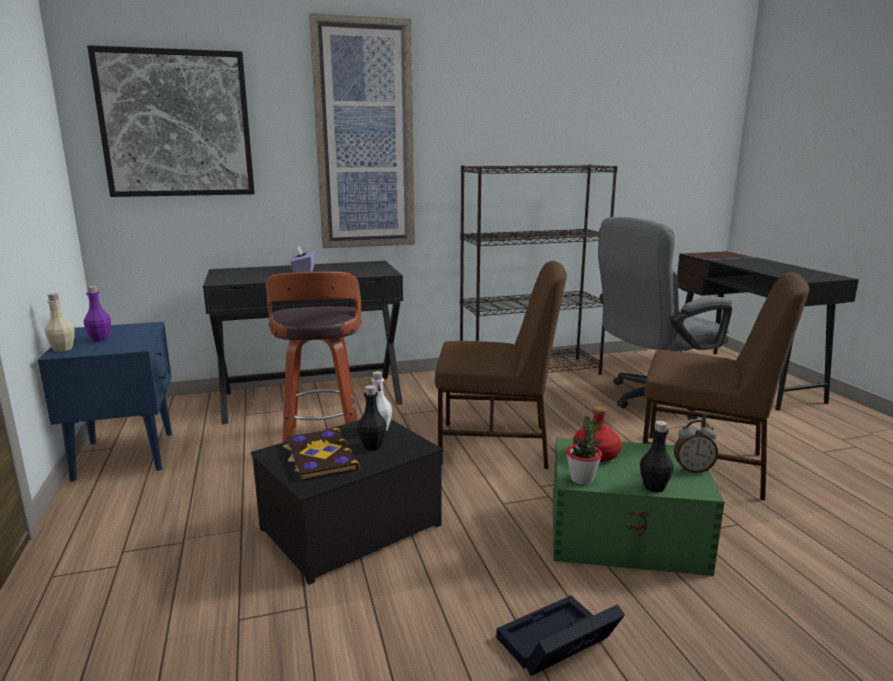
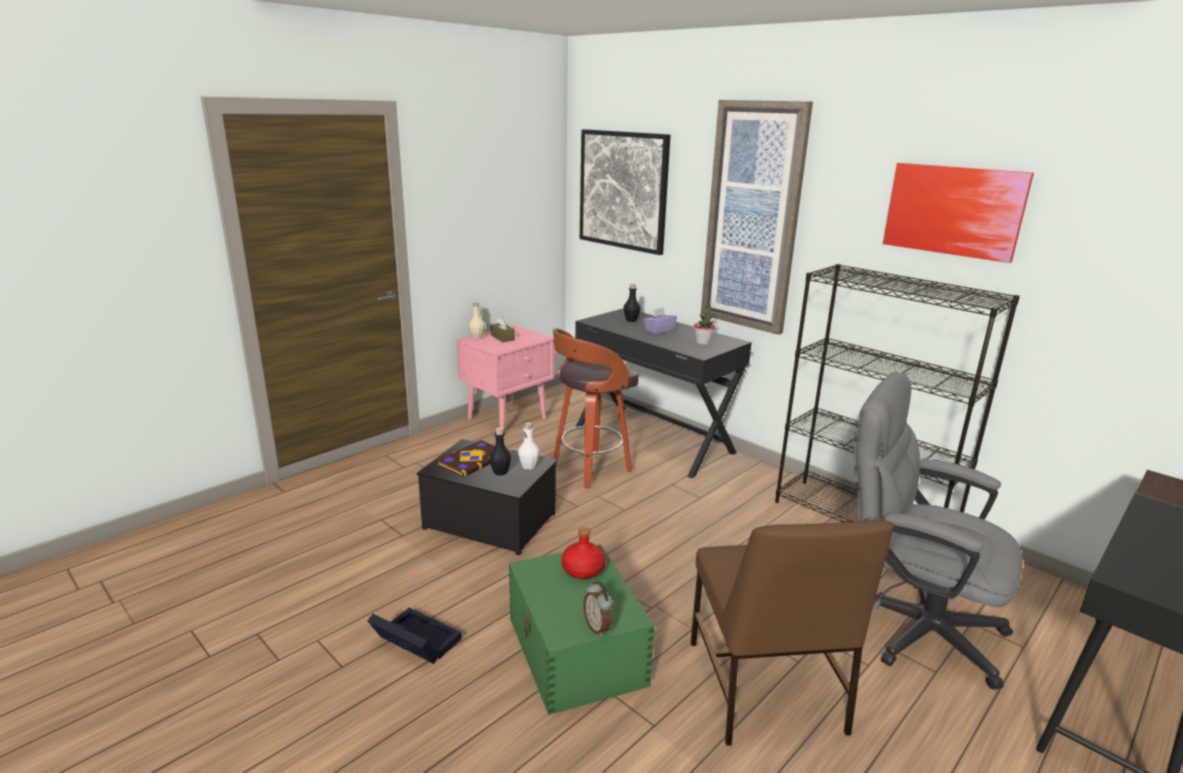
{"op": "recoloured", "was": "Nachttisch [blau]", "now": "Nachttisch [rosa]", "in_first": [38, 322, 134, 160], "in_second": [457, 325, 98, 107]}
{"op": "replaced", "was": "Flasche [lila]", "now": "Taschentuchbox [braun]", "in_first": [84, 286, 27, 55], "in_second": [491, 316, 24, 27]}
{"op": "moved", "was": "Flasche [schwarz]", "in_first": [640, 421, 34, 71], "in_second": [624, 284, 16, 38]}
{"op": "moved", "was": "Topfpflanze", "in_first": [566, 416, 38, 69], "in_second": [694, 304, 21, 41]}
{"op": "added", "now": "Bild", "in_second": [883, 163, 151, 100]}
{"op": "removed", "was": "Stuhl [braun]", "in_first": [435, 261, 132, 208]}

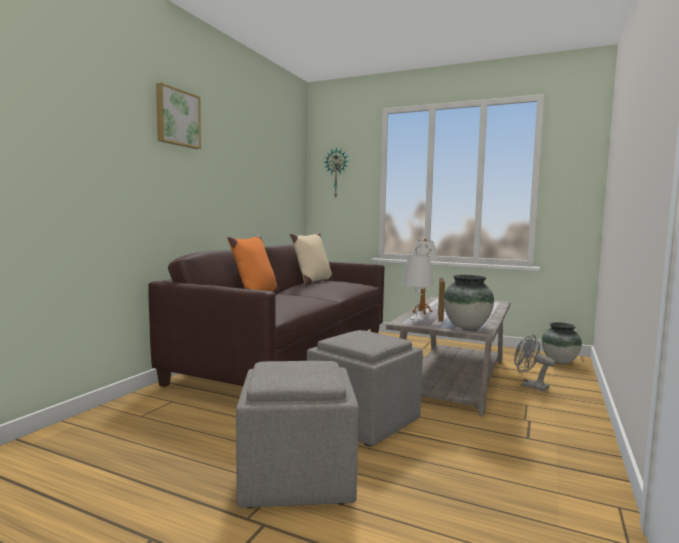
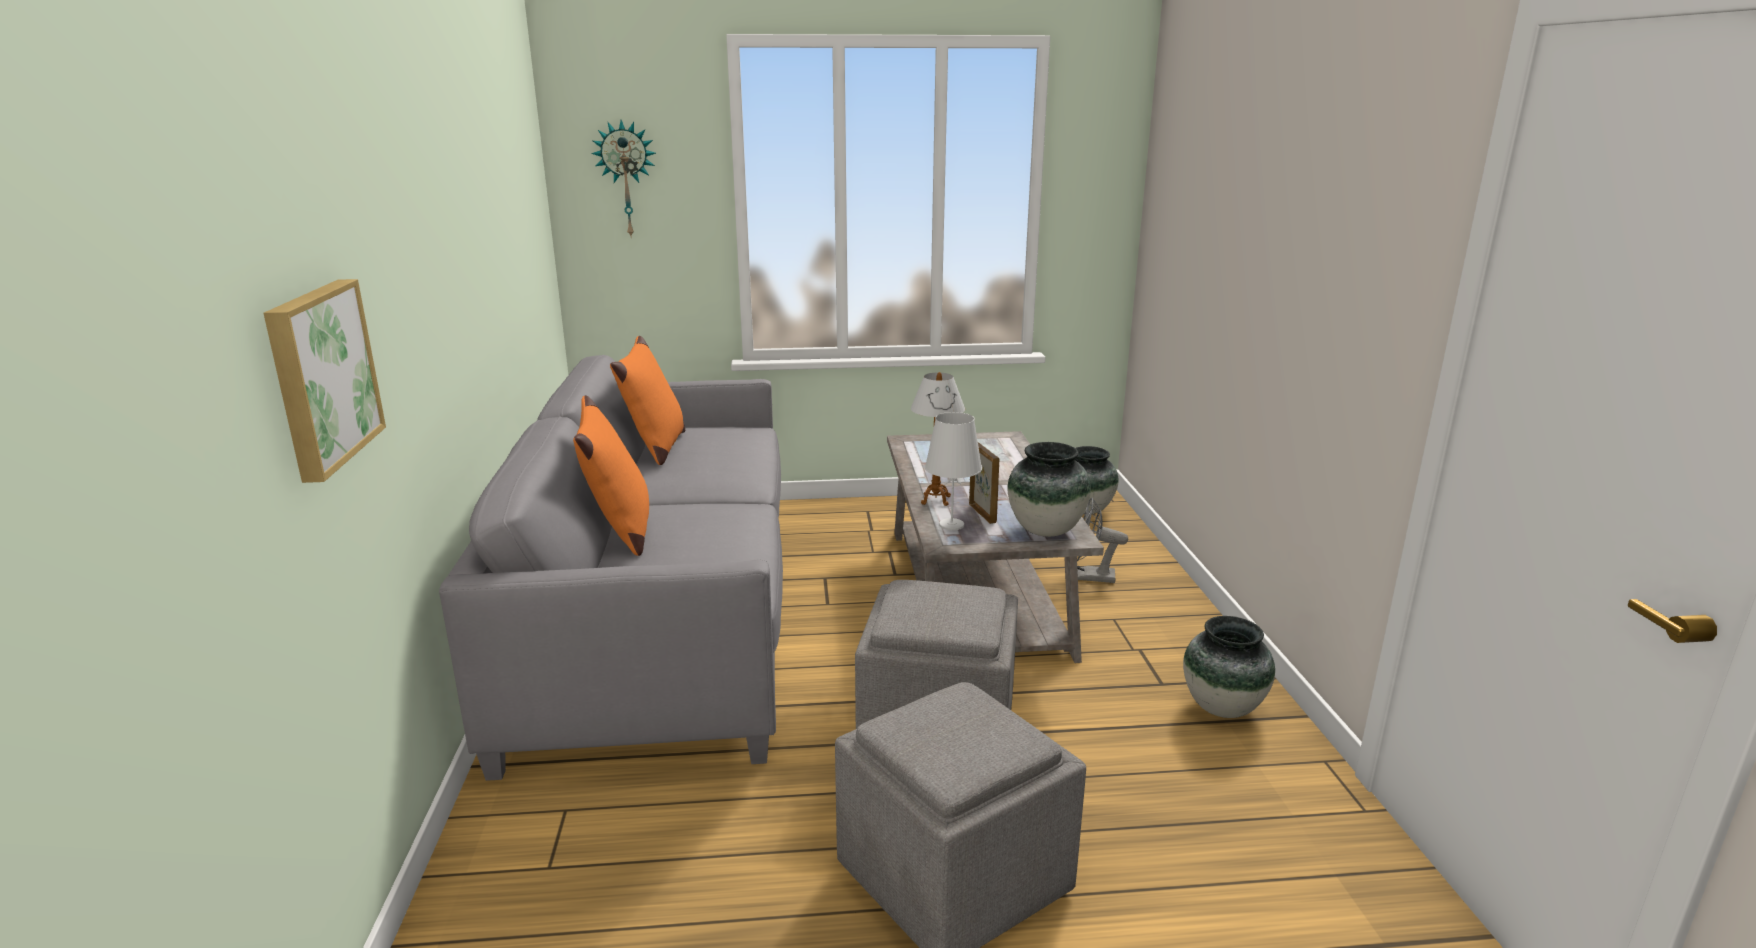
{"op": "moved", "was": "Bild", "in_first": [156, 83, 45, 66], "in_second": [263, 279, 123, 204]}
{"op": "recoloured", "was": "Sofa [braun]", "now": "Sofa [grau]", "in_first": [148, 244, 236, 143], "in_second": [439, 355, 344, 426]}
{"op": "recoloured", "was": "Kissen [beige]", "now": "Kissen [orange]", "in_first": [290, 232, 43, 53], "in_second": [610, 336, 75, 129]}
{"op": "added", "now": "Vase", "in_second": [1183, 616, 92, 102]}

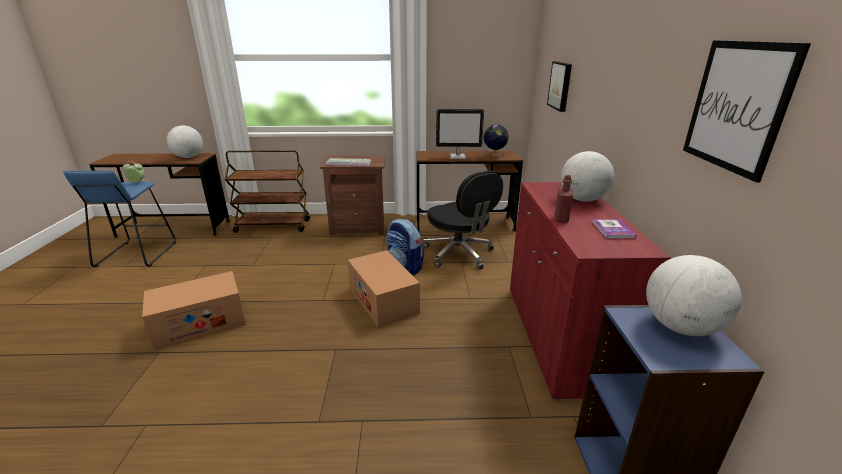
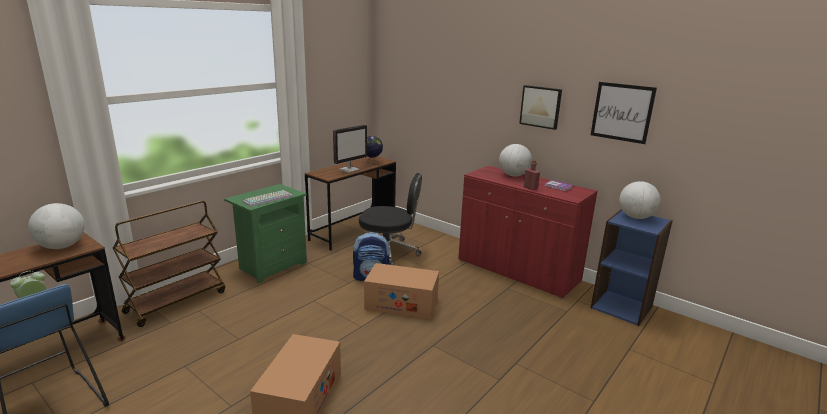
{"op": "recoloured", "was": "Nachttisch [braun]", "now": "Nachttisch [grün]", "in_first": [320, 155, 66, 80], "in_second": [224, 184, 83, 99]}
{"op": "moved", "was": "Bild", "in_first": [547, 61, 25, 51], "in_second": [519, 85, 43, 45]}

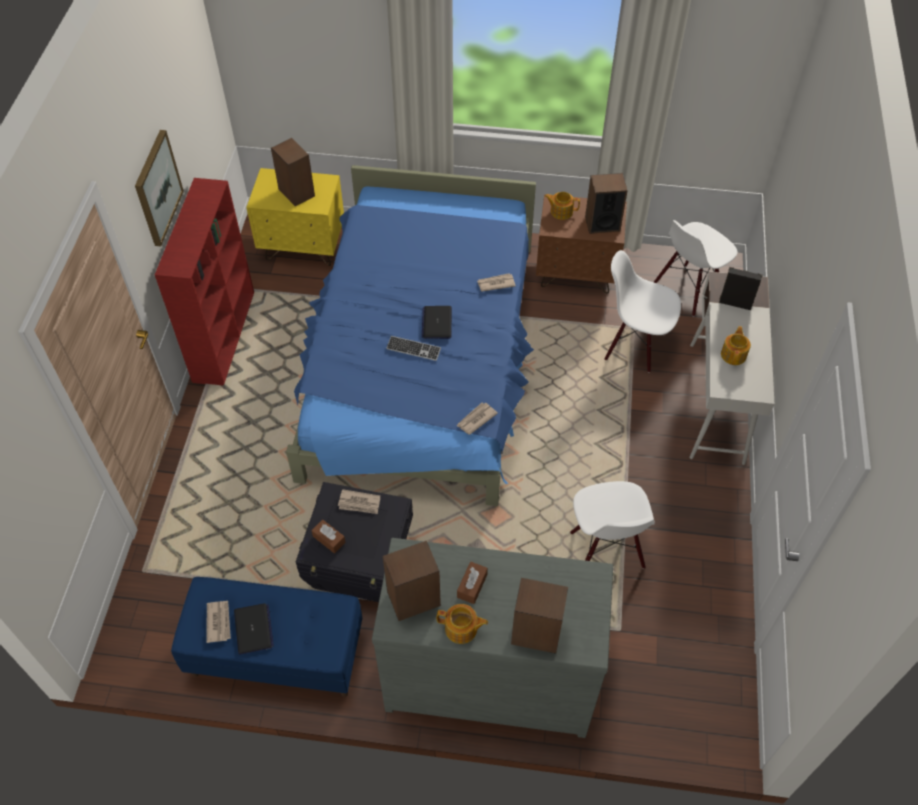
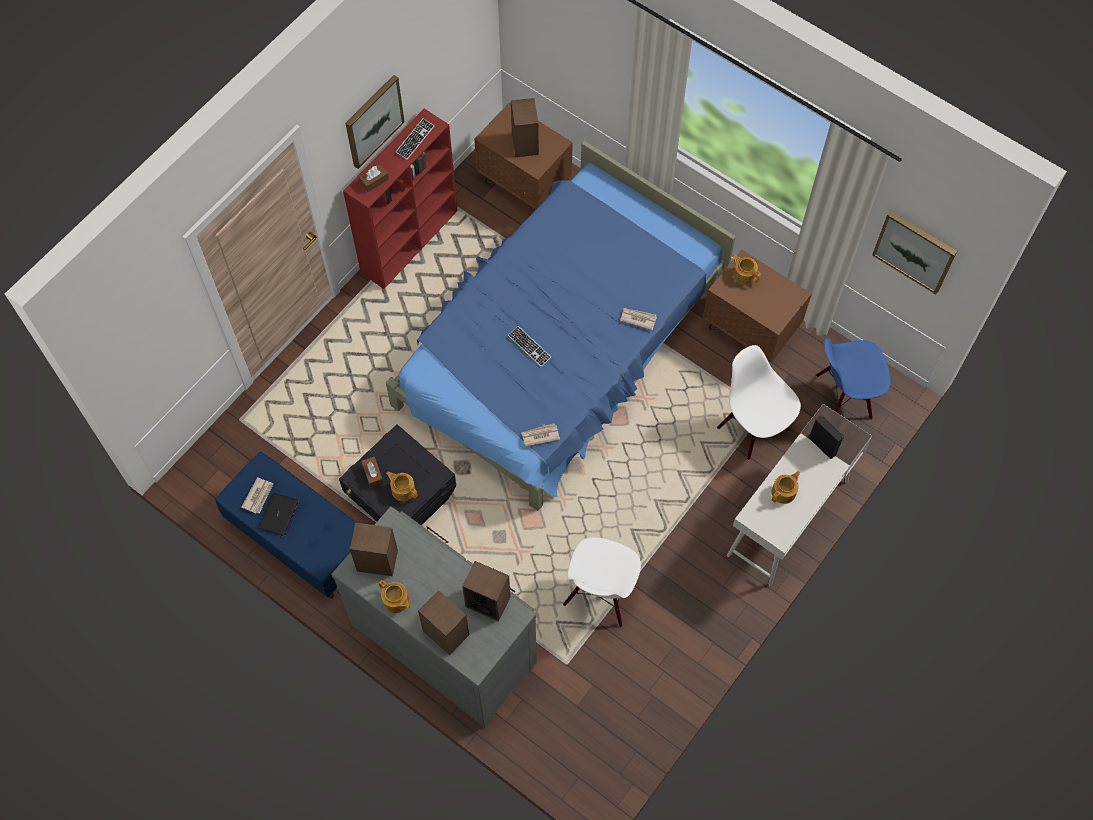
{"op": "moved", "was": "Taschentuchbox [braun]", "in_first": [457, 562, 31, 42], "in_second": [359, 164, 30, 28]}
{"op": "added", "now": "Teekanne", "in_second": [386, 471, 32, 30]}
{"op": "added", "now": "Tastatur", "in_second": [395, 118, 40, 42]}
{"op": "moved", "was": "Lautsprecher", "in_first": [585, 173, 43, 61], "in_second": [462, 561, 49, 60]}
{"op": "recoloured", "was": "Nachttisch [gelb]", "now": "Nachttisch [braun]", "in_first": [246, 168, 98, 98], "in_second": [474, 102, 99, 109]}
{"op": "recoloured", "was": "Stuhl [weiß]", "now": "Stuhl [blau]", "in_first": [654, 220, 83, 97], "in_second": [816, 338, 75, 81]}
{"op": "added", "now": "Bild", "in_second": [872, 211, 85, 83]}
{"op": "removed", "was": "Zeitung", "in_first": [338, 489, 42, 25]}
{"op": "removed", "was": "Laptop", "in_first": [422, 306, 30, 33]}

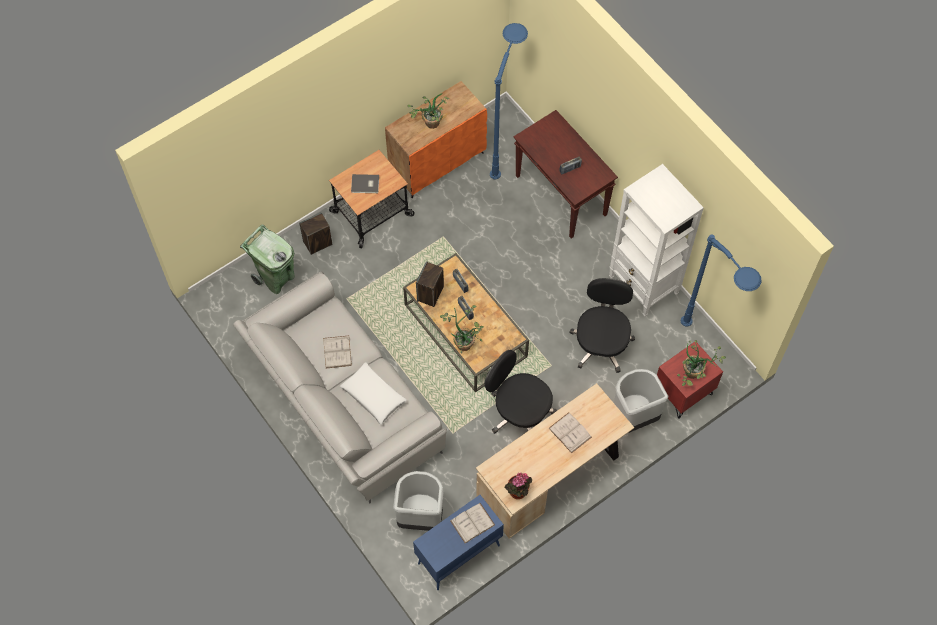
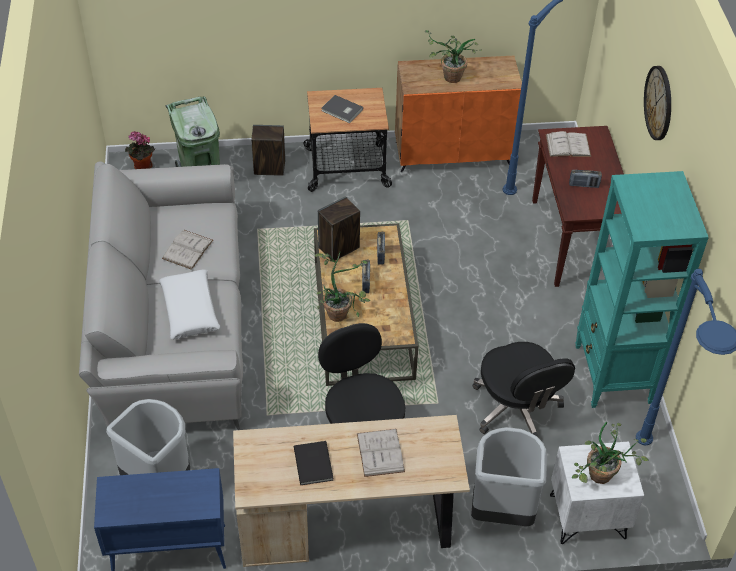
{"op": "moved", "was": "Topfpflanze", "in_first": [505, 472, 27, 27], "in_second": [125, 131, 30, 38]}
{"op": "added", "now": "Buch [schwarz]", "in_second": [294, 441, 39, 44]}
{"op": "turned", "was": "Bürostuhl [schwarz]", "in_first": [569, 278, 66, 95], "in_second": [472, 342, 103, 95], "clockwise": 120}
{"op": "moved", "was": "Buch [weiß]", "in_first": [450, 503, 45, 40], "in_second": [546, 131, 45, 26]}
{"op": "recoloured", "was": "Nachttisch [rot]", "now": "Nachttisch [weiß]", "in_first": [657, 342, 66, 76], "in_second": [550, 441, 94, 103]}
{"op": "recoloured", "was": "Bücherregal [weiß]", "now": "Bücherregal [türkis]", "in_first": [609, 164, 95, 153], "in_second": [575, 171, 134, 237]}
{"op": "added", "now": "Wanduhr", "in_second": [644, 66, 27, 74]}

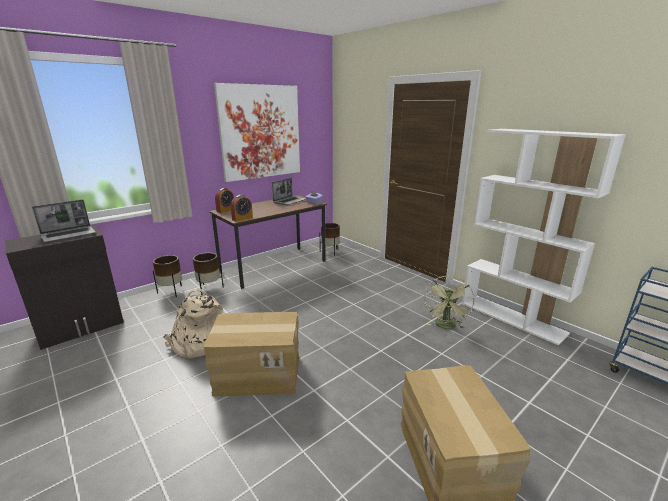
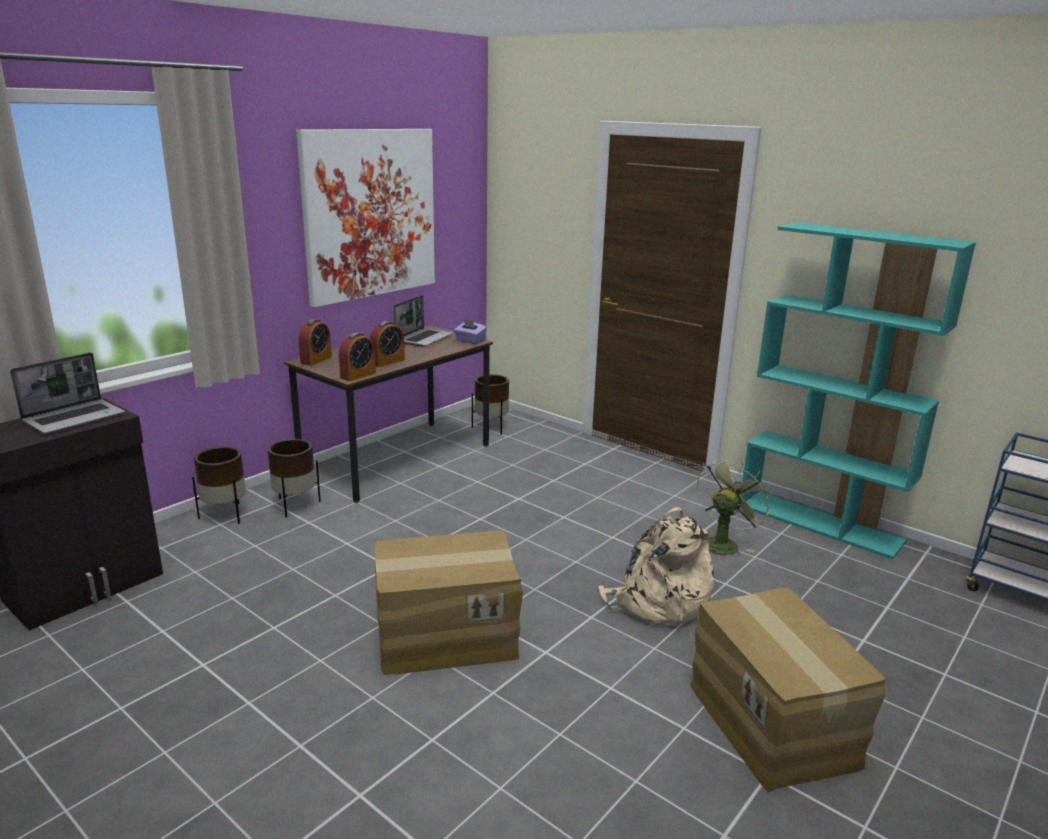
{"op": "added", "now": "Wecker", "in_second": [370, 321, 35, 46]}
{"op": "moved", "was": "Rucksack [beige]", "in_first": [163, 289, 60, 69], "in_second": [598, 507, 116, 119]}
{"op": "turned", "was": "Ventilator [grün]", "in_first": [424, 276, 50, 53], "in_second": [697, 458, 75, 97], "clockwise": -150}
{"op": "recoloured", "was": "Bücherregal [weiß]", "now": "Bücherregal [türkis]", "in_first": [462, 129, 164, 217], "in_second": [740, 222, 236, 337]}

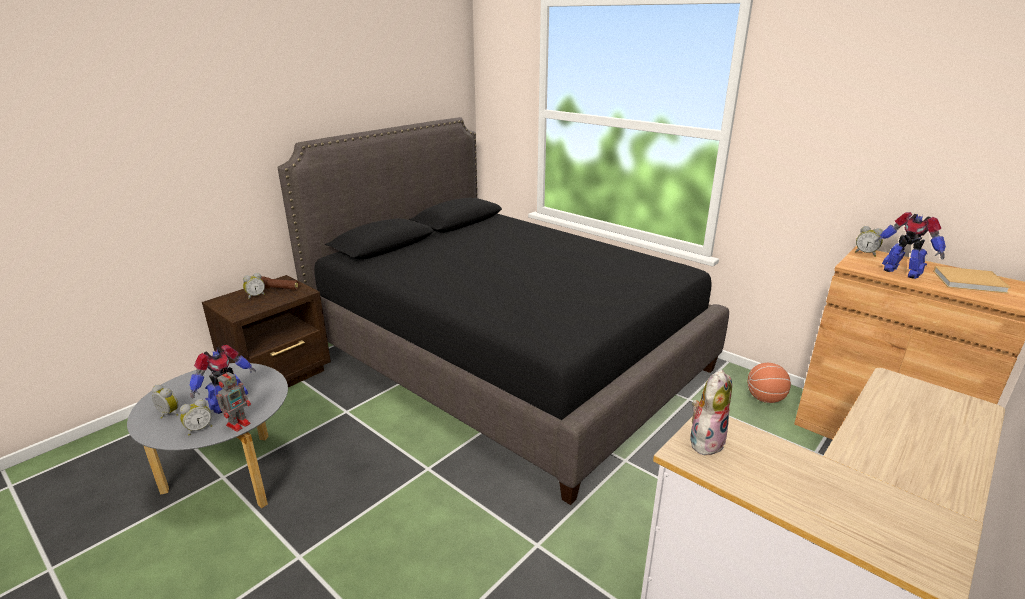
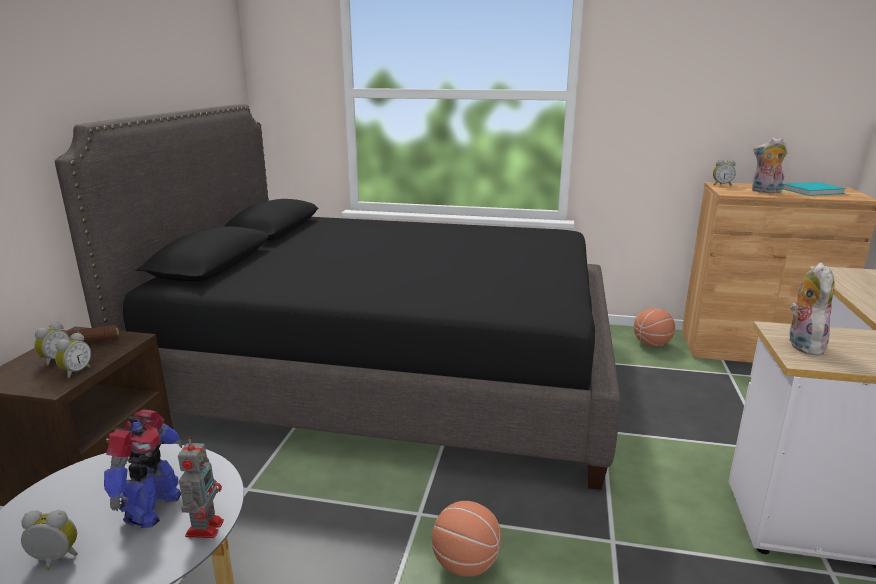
{"op": "moved", "was": "Wecker", "in_first": [180, 399, 32, 37], "in_second": [55, 332, 36, 47]}
{"op": "added", "now": "Basketball", "in_second": [432, 501, 69, 76]}
{"op": "replaced", "was": "Spielzeugroboter", "now": "Plüschtier", "in_first": [874, 212, 72, 67], "in_second": [752, 137, 36, 56]}
{"op": "recoloured", "was": "Buch [beige]", "now": "Buch [türkis]", "in_first": [933, 266, 78, 28], "in_second": [782, 182, 65, 14]}

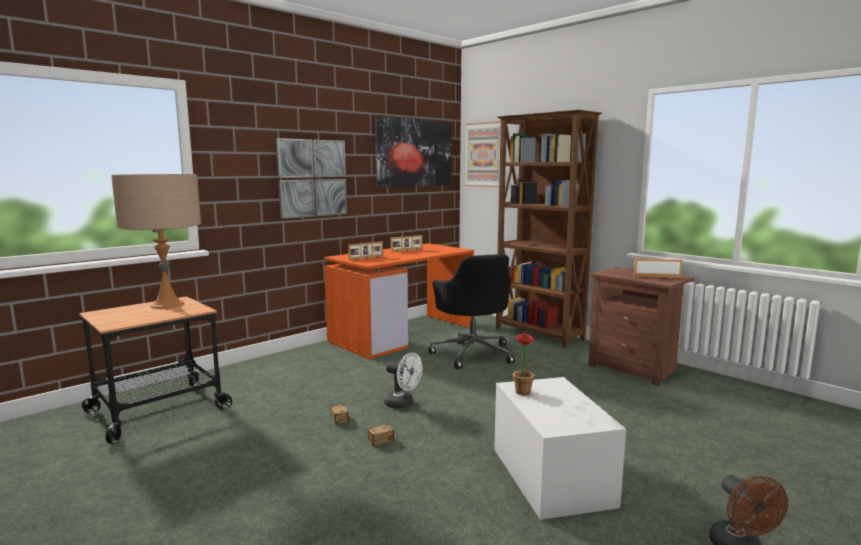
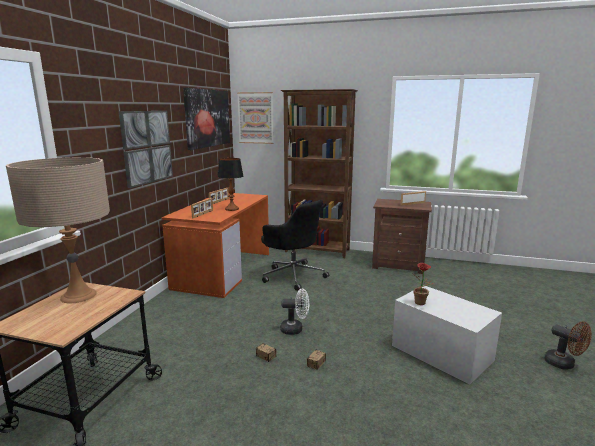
{"op": "added", "now": "Tischlampe", "in_second": [217, 158, 26, 53]}

